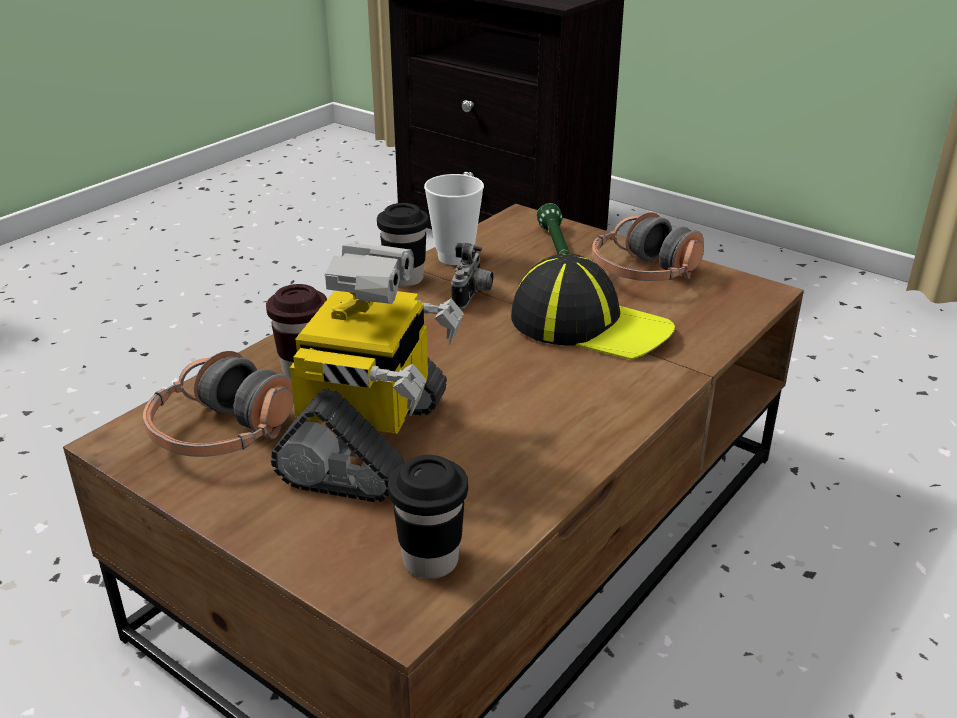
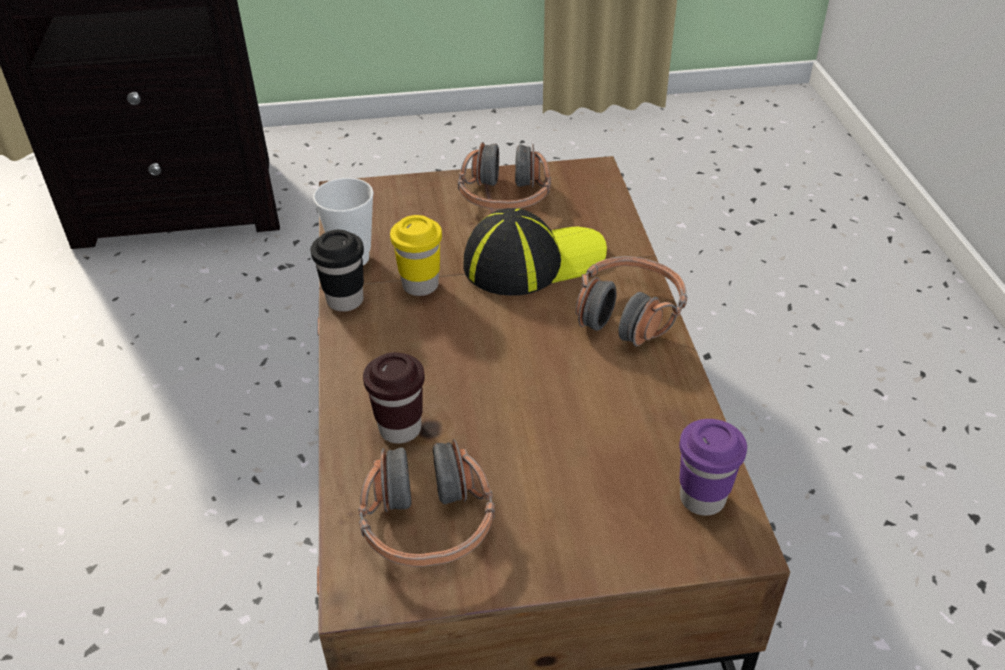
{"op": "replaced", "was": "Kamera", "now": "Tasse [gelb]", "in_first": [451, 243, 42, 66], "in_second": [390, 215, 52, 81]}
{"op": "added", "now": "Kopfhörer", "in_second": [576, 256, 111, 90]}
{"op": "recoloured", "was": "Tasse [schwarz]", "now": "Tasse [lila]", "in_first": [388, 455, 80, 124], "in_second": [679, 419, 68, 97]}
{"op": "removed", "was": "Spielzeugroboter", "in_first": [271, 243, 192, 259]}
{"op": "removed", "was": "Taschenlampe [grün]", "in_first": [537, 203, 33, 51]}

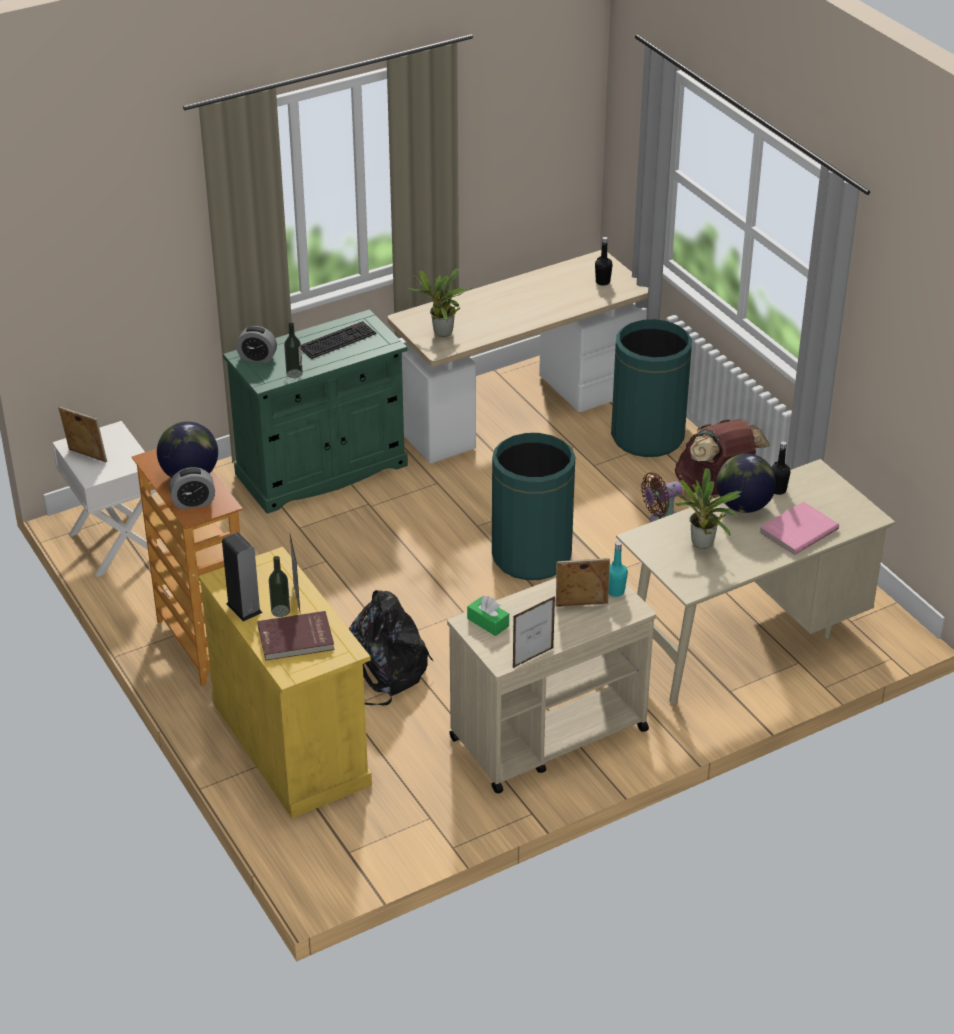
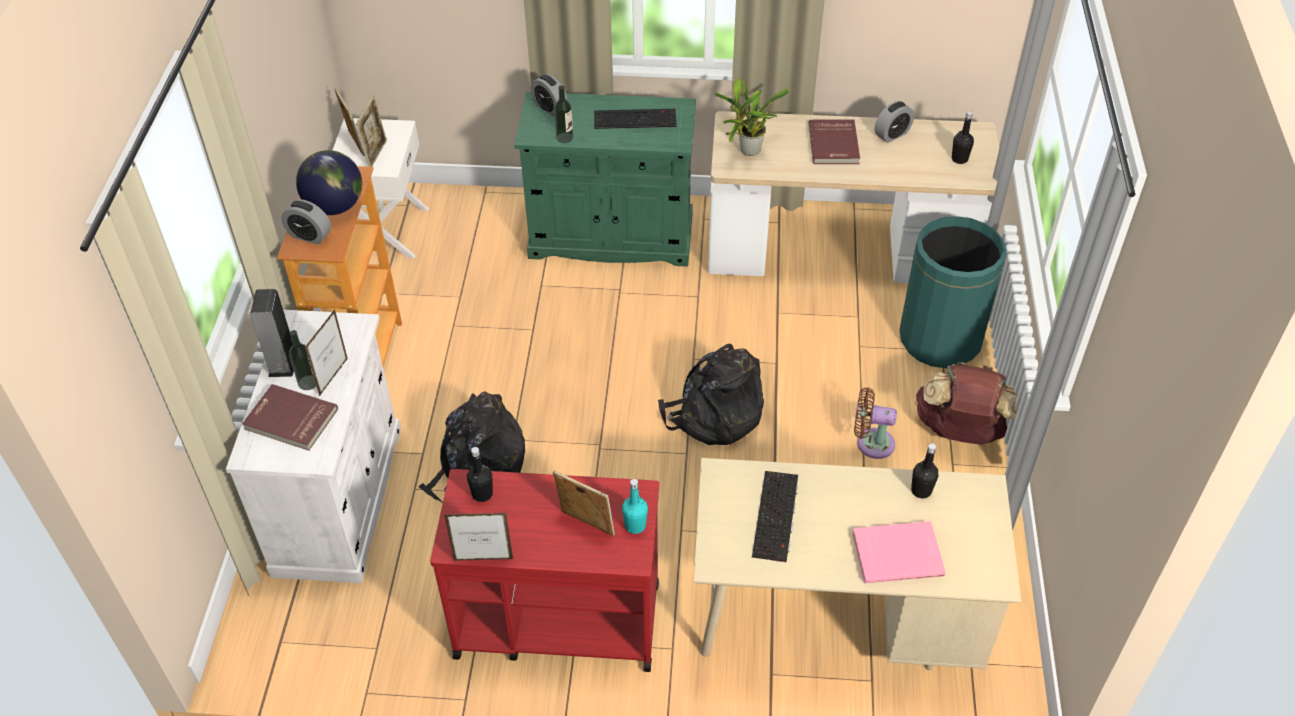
{"op": "recoloured", "was": "Schrank [gelb]", "now": "Schrank [weiß]", "in_first": [198, 547, 174, 271], "in_second": [226, 310, 175, 273]}
{"op": "added", "now": "Bilderrahmen", "in_second": [356, 96, 31, 71]}
{"op": "recoloured", "was": "Rollwagen [beige]", "now": "Rollwagen [rot]", "in_first": [447, 578, 209, 215], "in_second": [430, 469, 229, 203]}
{"op": "replaced", "was": "Taschentuchbox [grün]", "now": "Flasche [schwarz]", "in_first": [467, 596, 42, 40], "in_second": [467, 447, 26, 55]}
{"op": "replaced", "was": "Mülleimer [grün]", "now": "Rucksack [schwarz]", "in_first": [492, 433, 83, 147], "in_second": [658, 344, 106, 101]}
{"op": "replaced", "was": "Topfpflanze", "now": "Tastatur", "in_first": [663, 468, 78, 81], "in_second": [752, 471, 46, 92]}
{"op": "added", "now": "Buch [rot]", "in_second": [808, 120, 52, 44]}
{"op": "added", "now": "Wecker", "in_second": [875, 101, 39, 42]}
{"op": "removed", "was": "Globus", "in_first": [716, 454, 60, 59]}

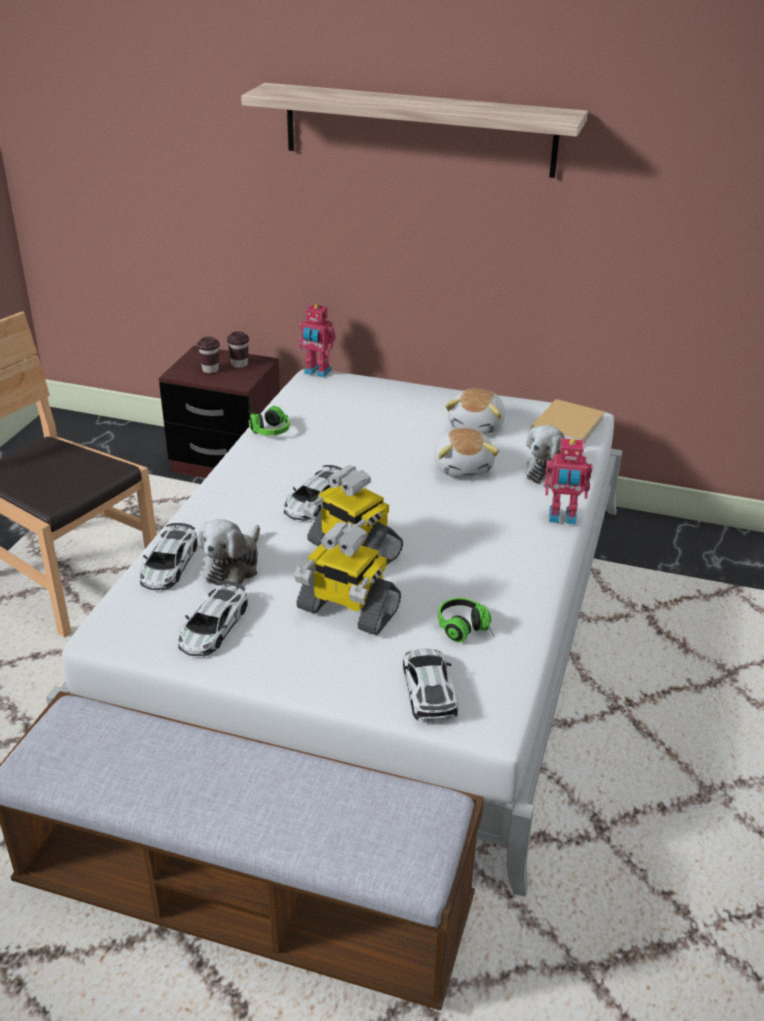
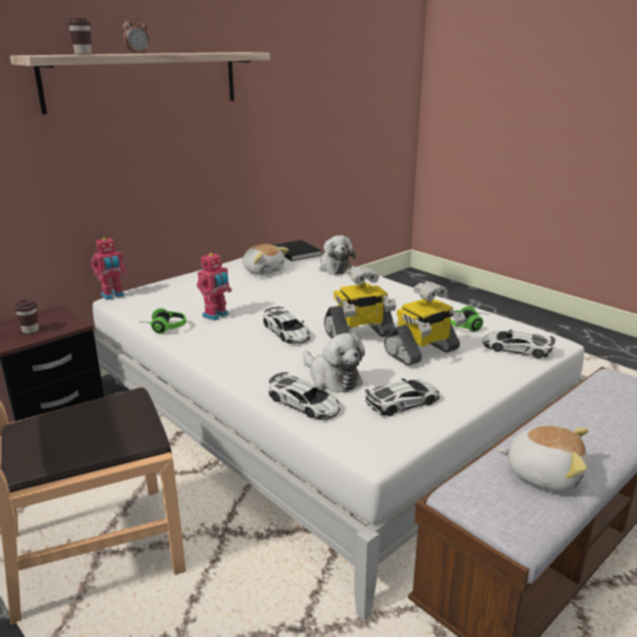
{"op": "moved", "was": "Tasse [braun]", "in_first": [227, 331, 22, 37], "in_second": [67, 18, 25, 37]}
{"op": "added", "now": "Wecker", "in_second": [123, 17, 26, 37]}
{"op": "moved", "was": "Spielzeugroboter", "in_first": [544, 438, 48, 87], "in_second": [197, 252, 35, 69]}
{"op": "recoloured", "was": "Buch [beige]", "now": "Buch [schwarz]", "in_first": [531, 399, 74, 45], "in_second": [274, 240, 48, 21]}
{"op": "turned", "was": "Spielzeugauto", "in_first": [178, 581, 70, 75], "in_second": [365, 378, 75, 38], "clockwise": -75}
{"op": "moved", "was": "Plüschtier", "in_first": [434, 428, 65, 49], "in_second": [498, 426, 91, 65]}

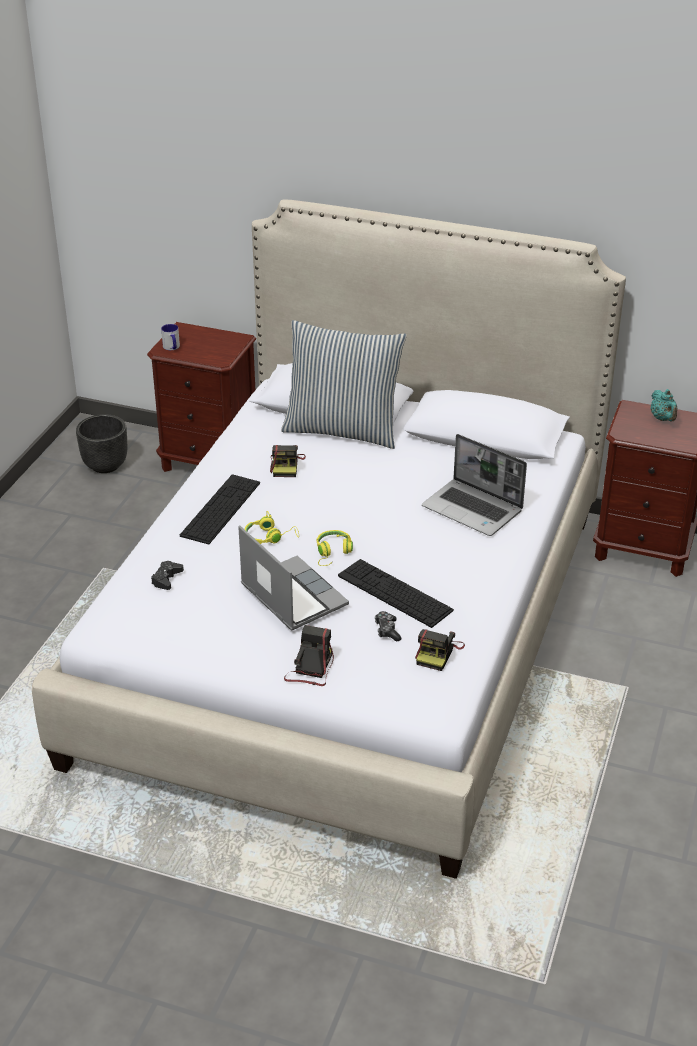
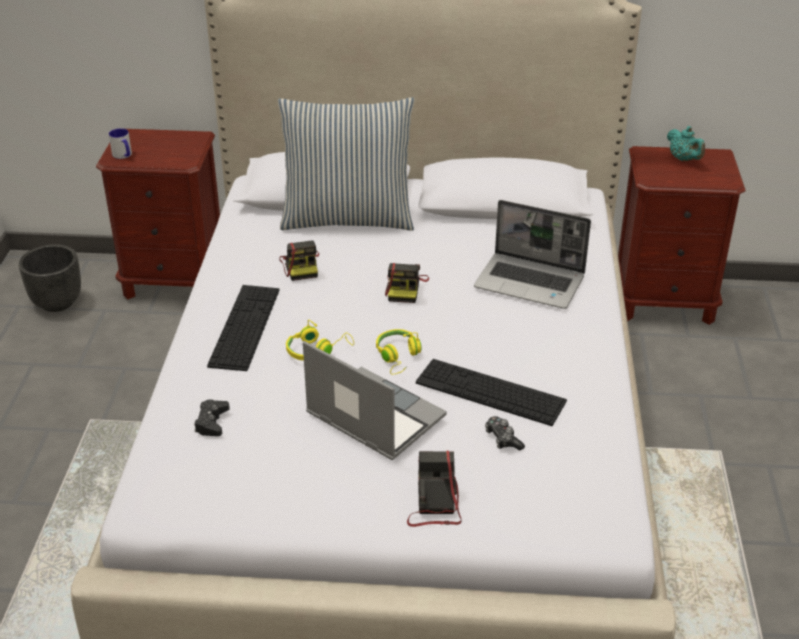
{"op": "moved", "was": "Kamera", "in_first": [415, 629, 50, 42], "in_second": [385, 263, 44, 40]}

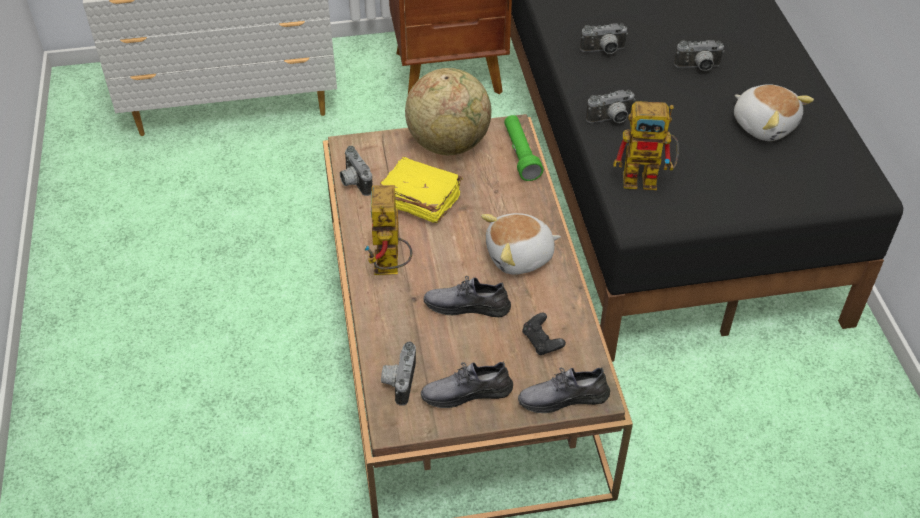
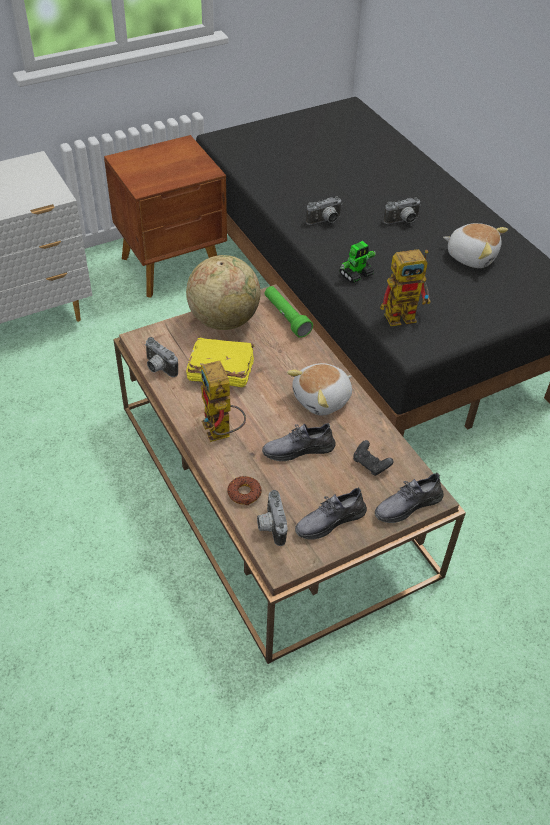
{"op": "added", "now": "Donut", "in_second": [227, 476, 35, 29]}
{"op": "replaced", "was": "Kamera", "now": "Spielzeugroboter", "in_first": [586, 90, 50, 33], "in_second": [339, 241, 37, 42]}

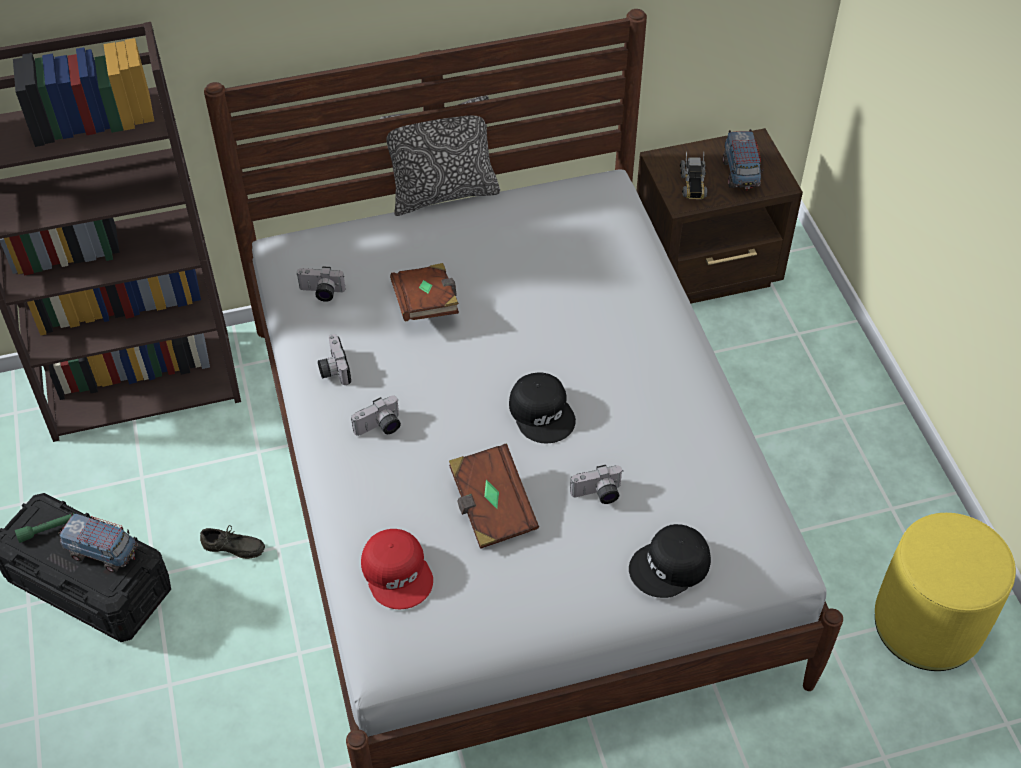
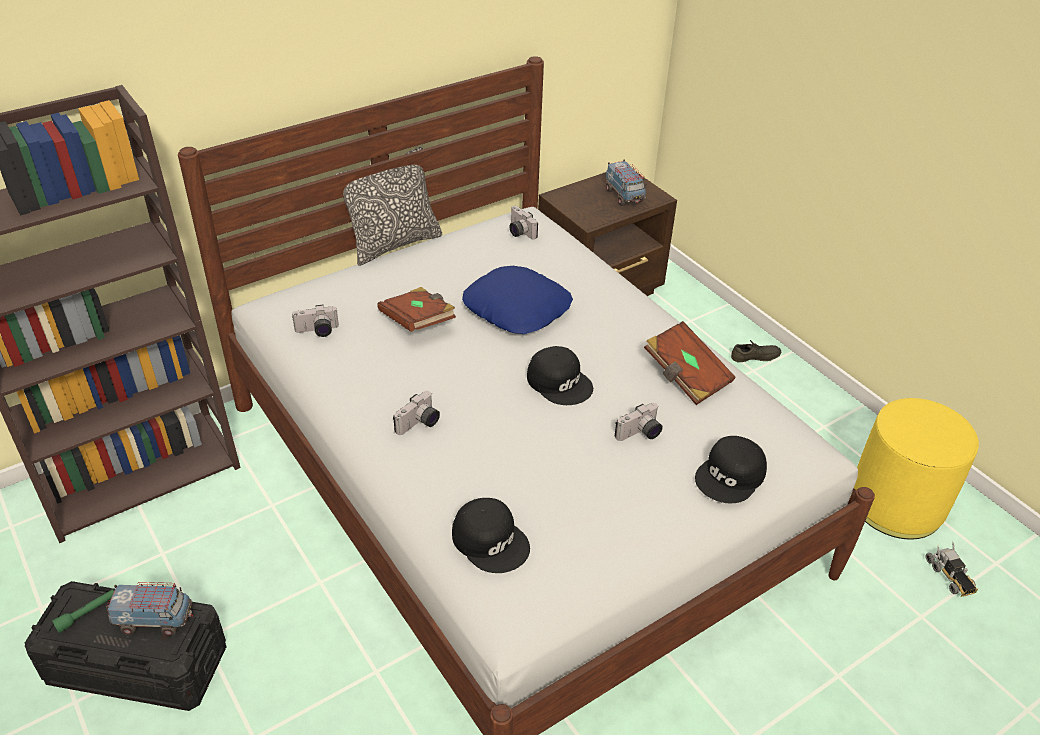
{"op": "recoloured", "was": "Kappe [rot]", "now": "Kappe [schwarz]", "in_first": [361, 529, 72, 80], "in_second": [452, 498, 78, 75]}
{"op": "added", "now": "Kissen [blau]", "in_second": [462, 266, 111, 68]}
{"op": "moved", "was": "Kamera", "in_first": [318, 334, 33, 51], "in_second": [509, 206, 29, 33]}
{"op": "moved", "was": "Buch [braun]", "in_first": [449, 444, 90, 105], "in_second": [644, 321, 92, 84]}
{"op": "moved", "was": "Schuh [grau]", "in_first": [200, 525, 65, 34], "in_second": [731, 340, 50, 22]}
{"op": "moved", "was": "Spielzeuglaster", "in_first": [680, 151, 28, 48], "in_second": [926, 542, 52, 55]}

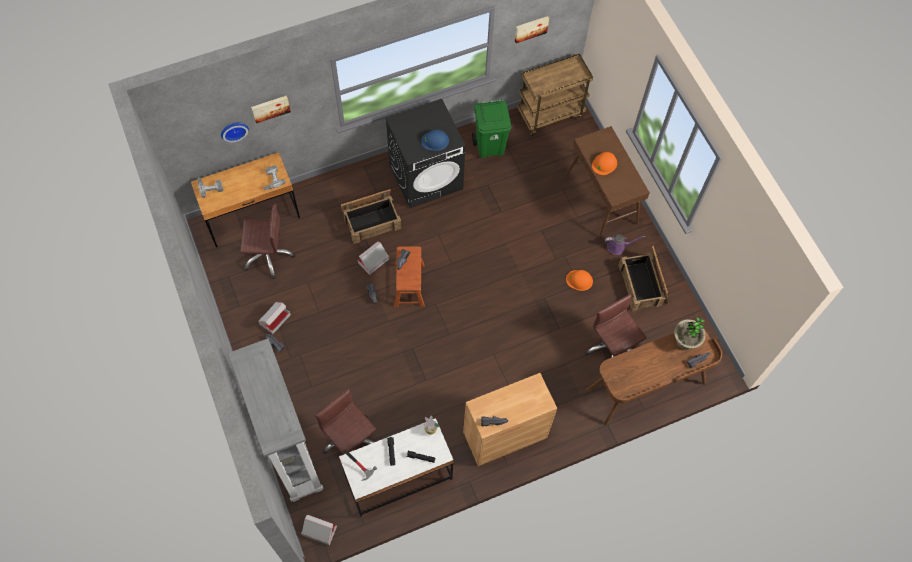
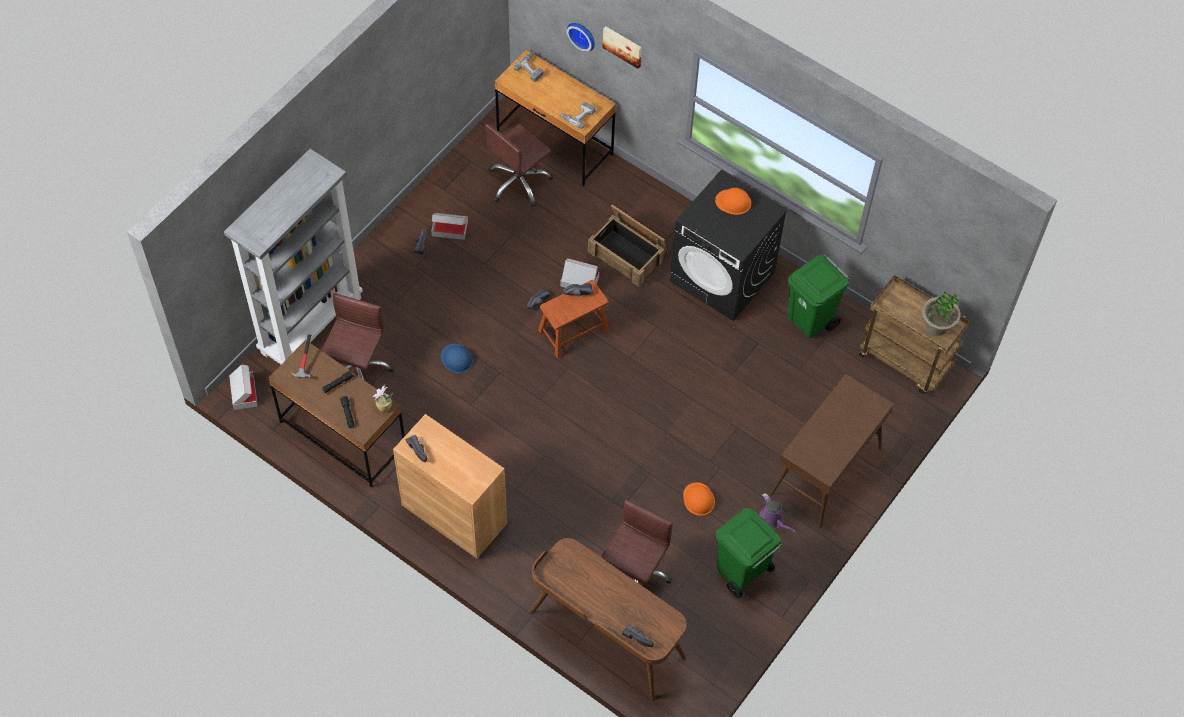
{"op": "recoloured", "was": "Schreibtisch [weiß]", "now": "Schreibtisch [braun]", "in_first": [339, 418, 114, 99], "in_second": [268, 340, 137, 148]}
{"op": "moved", "was": "Schutzhelm [blau]", "in_first": [421, 130, 28, 21], "in_second": [441, 344, 32, 29]}
{"op": "turned", "was": "Bürostuhl [braun]", "in_first": [240, 204, 55, 75], "in_second": [485, 124, 68, 83], "clockwise": 75}
{"op": "moved", "was": "Schutzhelm [orange]", "in_first": [592, 152, 25, 23], "in_second": [715, 188, 36, 27]}
{"op": "replaced", "was": "Kiste", "now": "Mülleimer [grün]", "in_first": [618, 246, 51, 65], "in_second": [715, 508, 67, 91]}
{"op": "moved", "was": "Topfpflanze", "in_first": [674, 317, 32, 33], "in_second": [922, 291, 39, 45]}
{"op": "removed", "was": "Bild", "in_first": [515, 16, 34, 27]}

